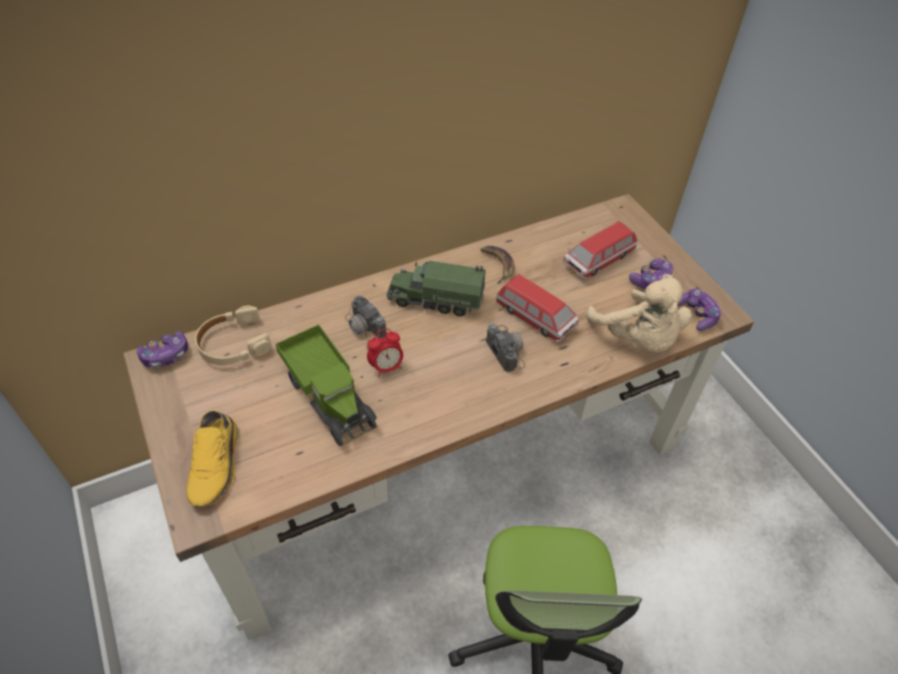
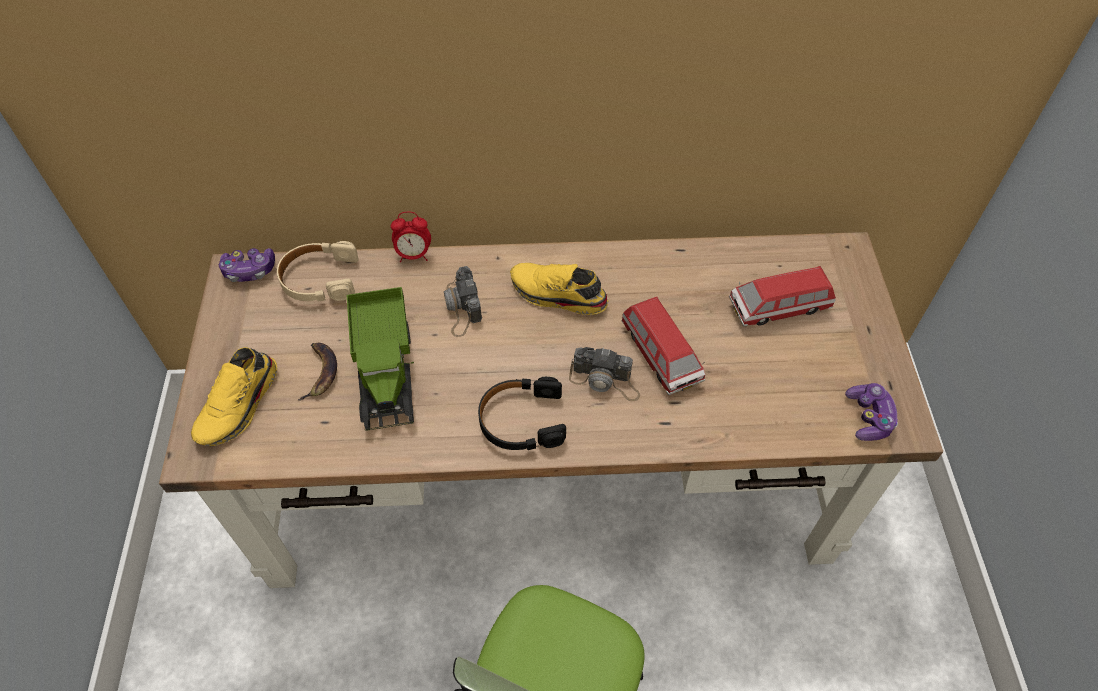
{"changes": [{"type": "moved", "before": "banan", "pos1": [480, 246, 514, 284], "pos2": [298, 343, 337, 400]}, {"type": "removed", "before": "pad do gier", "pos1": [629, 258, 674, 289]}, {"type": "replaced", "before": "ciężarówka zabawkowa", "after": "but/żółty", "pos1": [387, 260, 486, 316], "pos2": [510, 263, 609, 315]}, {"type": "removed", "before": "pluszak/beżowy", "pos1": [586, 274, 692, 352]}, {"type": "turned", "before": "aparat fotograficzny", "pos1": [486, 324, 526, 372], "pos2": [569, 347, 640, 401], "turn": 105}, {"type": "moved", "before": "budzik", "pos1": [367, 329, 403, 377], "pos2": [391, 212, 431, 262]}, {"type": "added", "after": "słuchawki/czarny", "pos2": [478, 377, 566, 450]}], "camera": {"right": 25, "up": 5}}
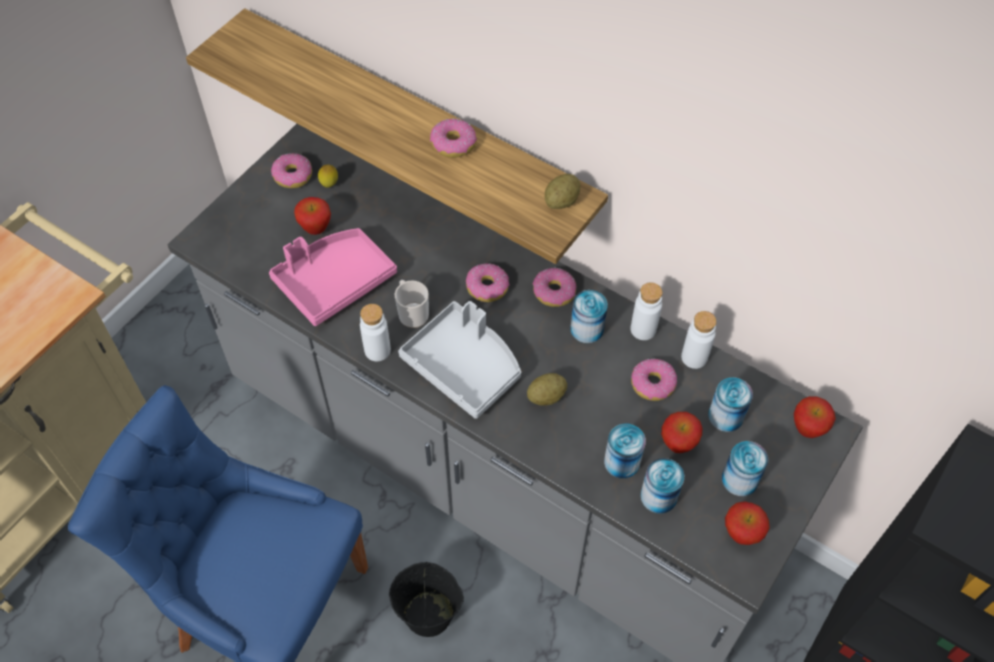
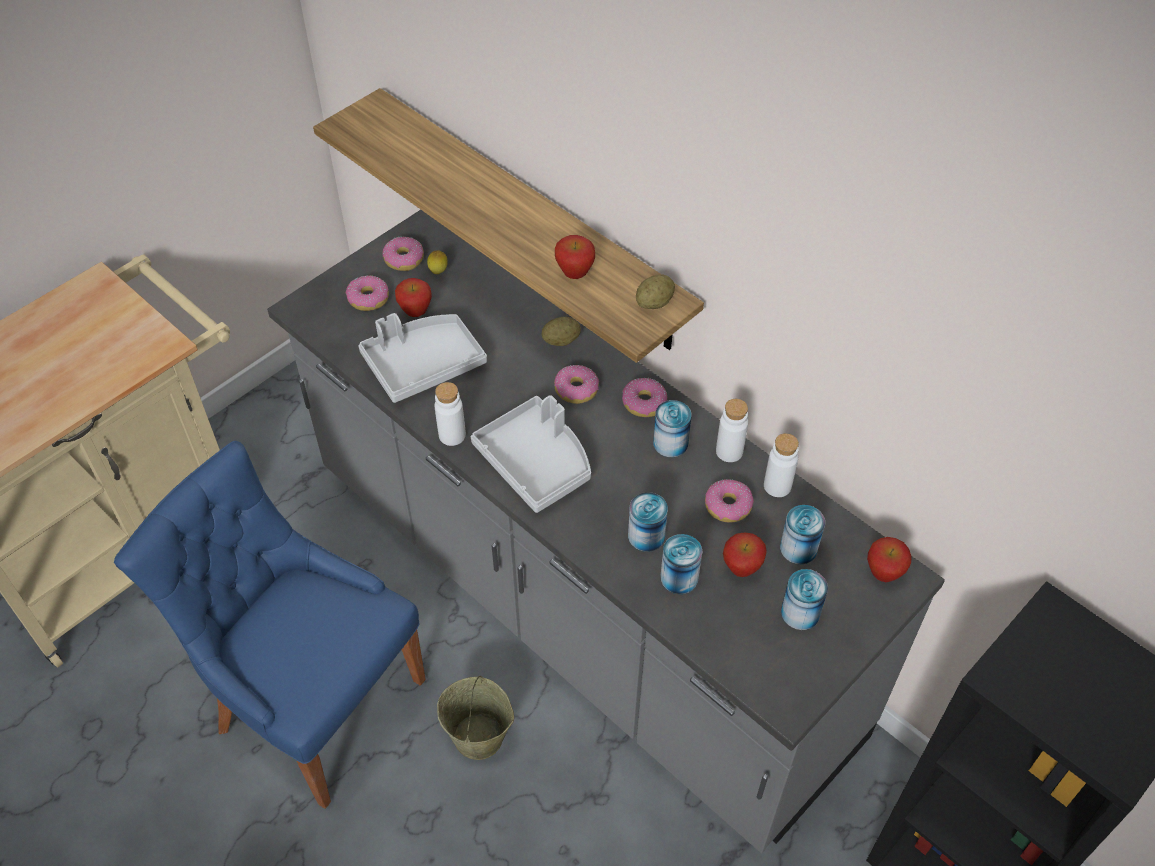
{"changes": [{"type": "moved", "before": "donut", "pos1": [430, 119, 477, 158], "pos2": [346, 275, 389, 311]}, {"type": "recoloured", "before": "taca/różowy", "after": "taca/szary", "pos1": [269, 228, 397, 326], "pos2": [358, 313, 487, 403]}, {"type": "removed", "before": "kubek", "pos1": [395, 280, 429, 328]}, {"type": "moved", "before": "ziemniak", "pos1": [527, 373, 567, 406], "pos2": [542, 317, 581, 346]}, {"type": "moved", "before": "puszka", "pos1": [640, 458, 684, 514], "pos2": [628, 492, 668, 552]}, {"type": "moved", "before": "jabłko", "pos1": [725, 501, 770, 545], "pos2": [555, 235, 595, 279]}, {"type": "recoloured", "before": "wiadro/czarny", "after": "wiadro/beżowy", "pos1": [389, 561, 464, 637], "pos2": [437, 676, 514, 760]}], "camera": {"right": 10, "up": -5}}
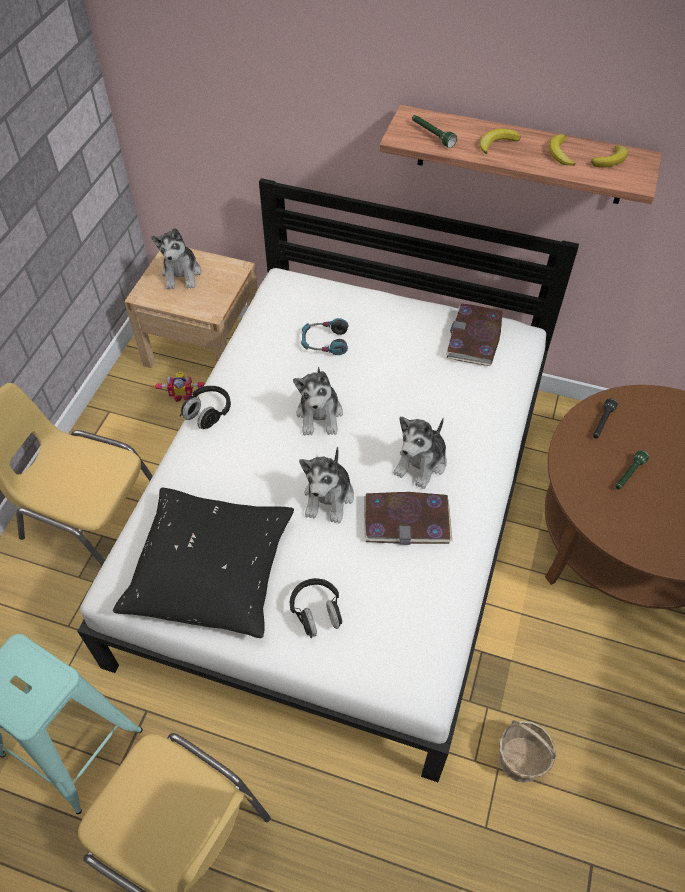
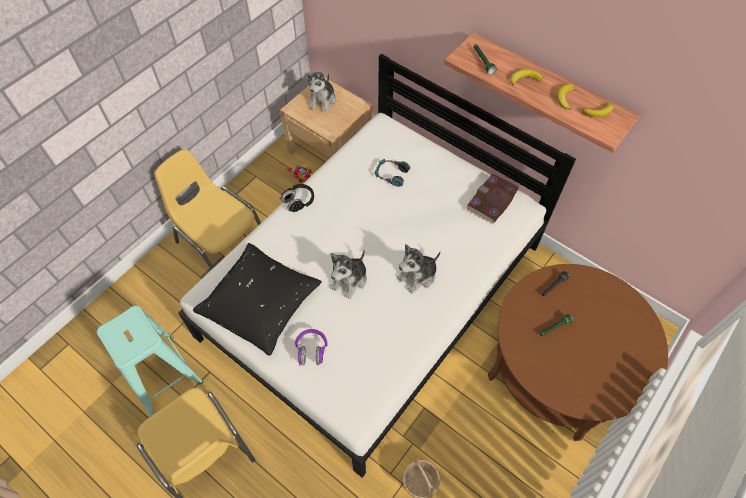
{"changes": [{"type": "removed", "before": "pluszak", "pos1": [293, 367, 343, 435]}, {"type": "removed", "before": "książka", "pos1": [364, 492, 452, 545]}, {"type": "recoloured", "before": "słuchawki/czarny", "after": "słuchawki/fioletowy", "pos1": [290, 578, 342, 638], "pos2": [295, 329, 328, 366]}], "camera": {"right": 20, "up": 5}}
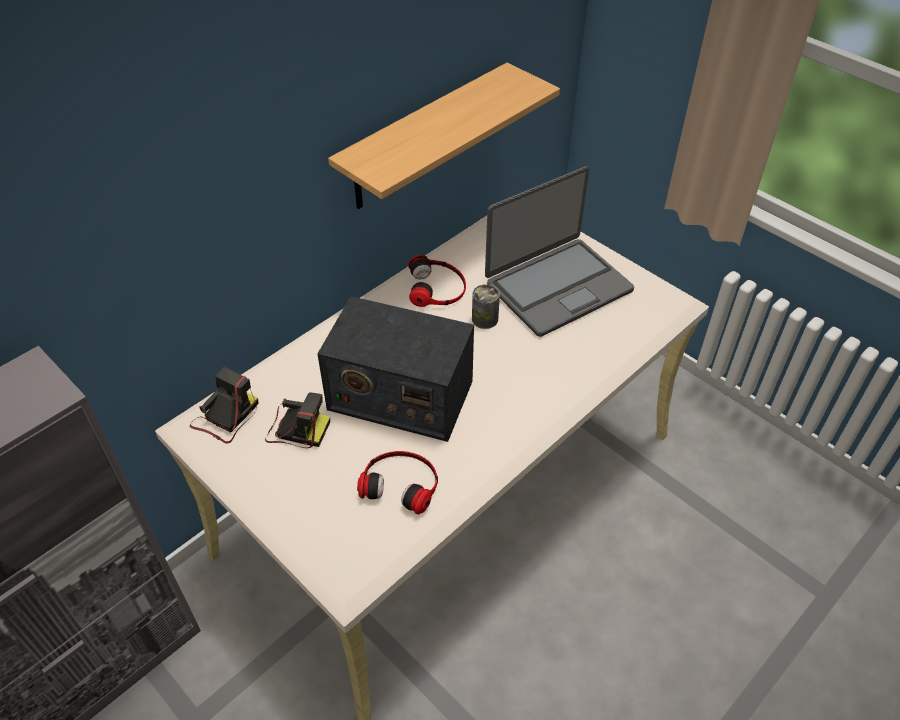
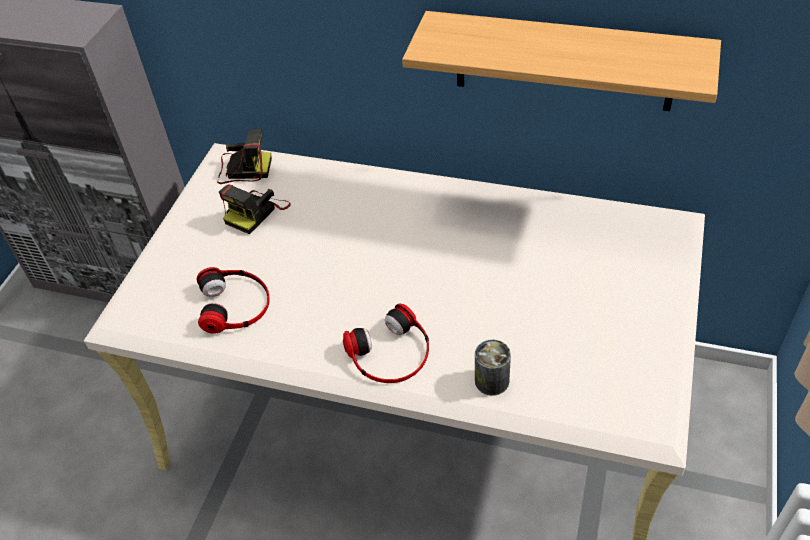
{"changes": [{"type": "removed", "before": "laptop", "pos1": [485, 166, 634, 337]}, {"type": "moved", "before": "słuchawki", "pos1": [408, 255, 466, 307], "pos2": [343, 304, 429, 383]}, {"type": "moved", "before": "puszka", "pos1": [472, 284, 500, 329], "pos2": [475, 340, 511, 396]}, {"type": "removed", "before": "radio", "pos1": [317, 296, 474, 442]}, {"type": "turned", "before": "aparat fotograficzny", "pos1": [265, 393, 330, 448], "pos2": [219, 185, 291, 234], "turn": 45}], "camera": {"right": 65, "up": 0}}
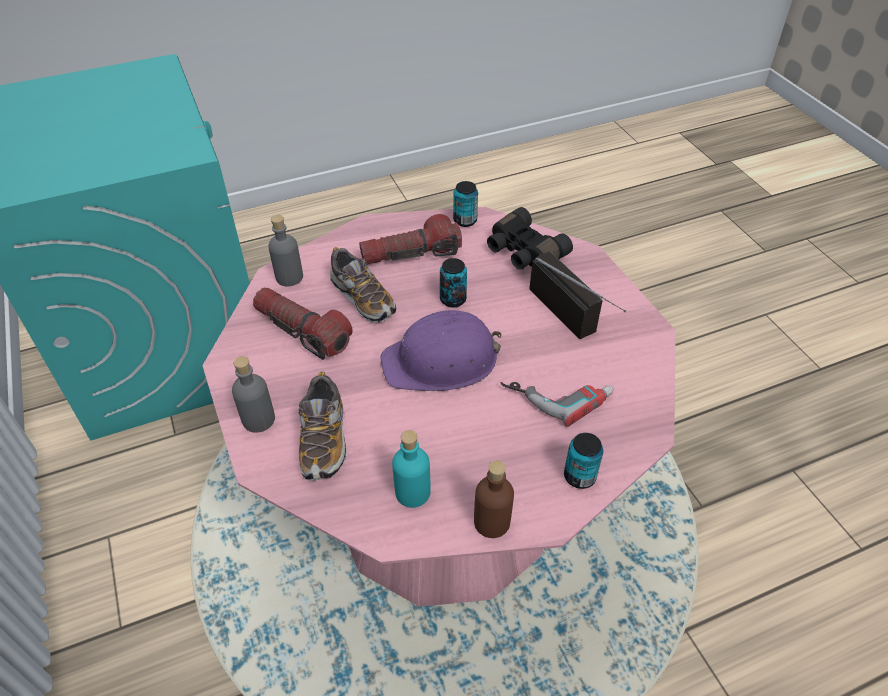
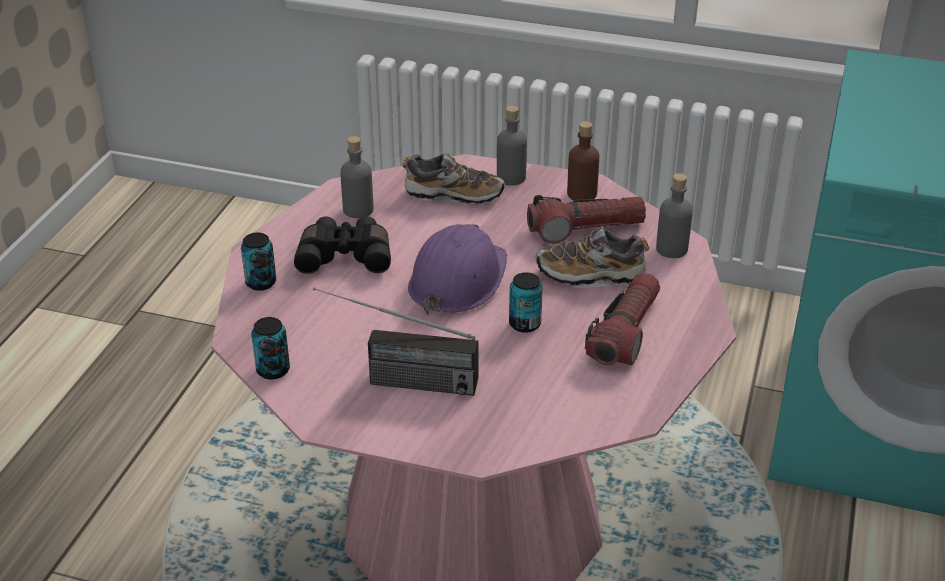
{"changes": [{"type": "moved", "before": "puszka", "pos1": [453, 181, 478, 227], "pos2": [251, 317, 290, 380]}, {"type": "moved", "before": "lornetka/czarny", "pos1": [487, 207, 573, 270], "pos2": [294, 216, 391, 274]}, {"type": "turned", "before": "but", "pos1": [298, 372, 347, 481], "pos2": [403, 153, 505, 205], "turn": 150}, {"type": "removed", "before": "wiertarka", "pos1": [500, 382, 614, 427]}, {"type": "recoloured", "before": "butelka/turkusowy", "after": "butelka/szary", "pos1": [392, 430, 431, 508], "pos2": [340, 136, 373, 218]}, {"type": "moved", "before": "butelka/brązowy", "pos1": [474, 460, 514, 538], "pos2": [567, 121, 599, 200]}], "camera": {"right": 130, "up": -10}}
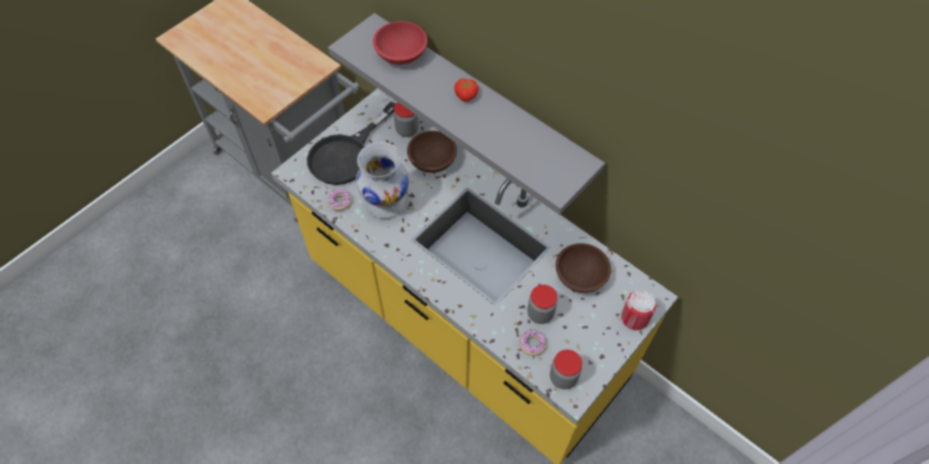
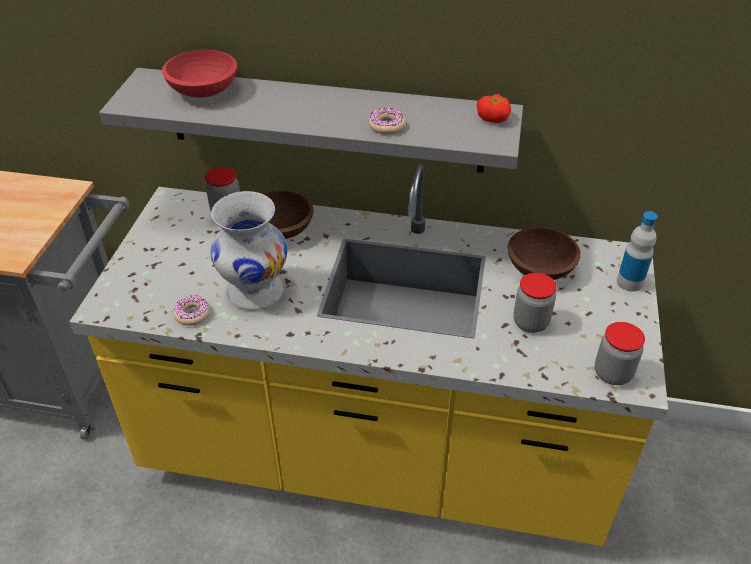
{"changes": [{"type": "moved", "before": "pomidor", "pos1": [454, 78, 479, 102], "pos2": [477, 94, 511, 123]}, {"type": "removed", "before": "patelnia/czarny", "pos1": [307, 102, 395, 185]}, {"type": "replaced", "before": "puszka", "after": "butelka", "pos1": [621, 290, 656, 331], "pos2": [617, 211, 658, 292]}, {"type": "moved", "before": "donut", "pos1": [519, 330, 547, 356], "pos2": [368, 108, 406, 134]}], "camera": {"right": -30, "up": -15}}
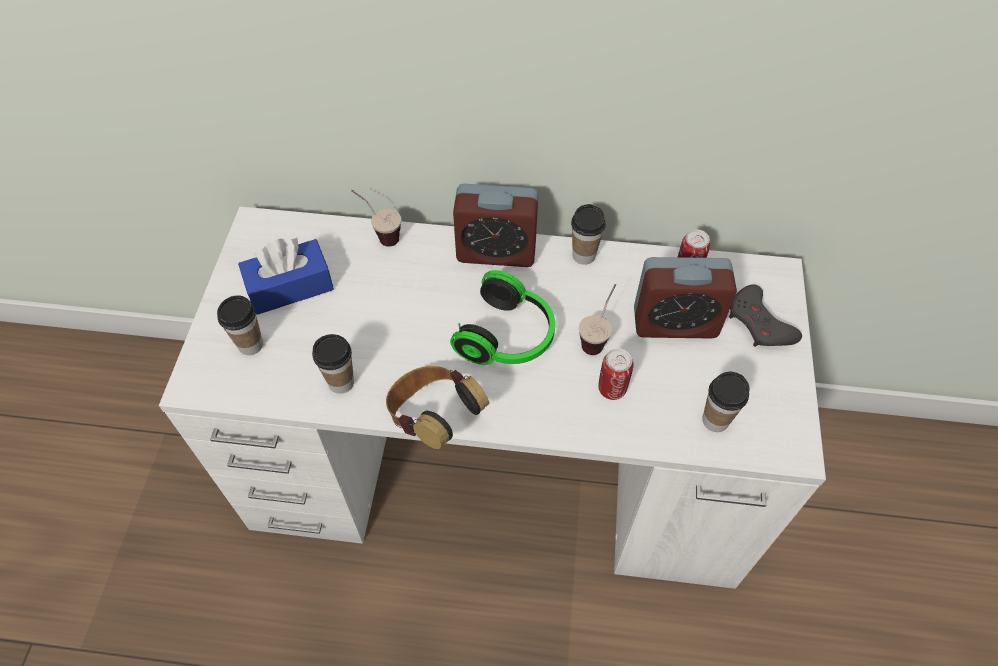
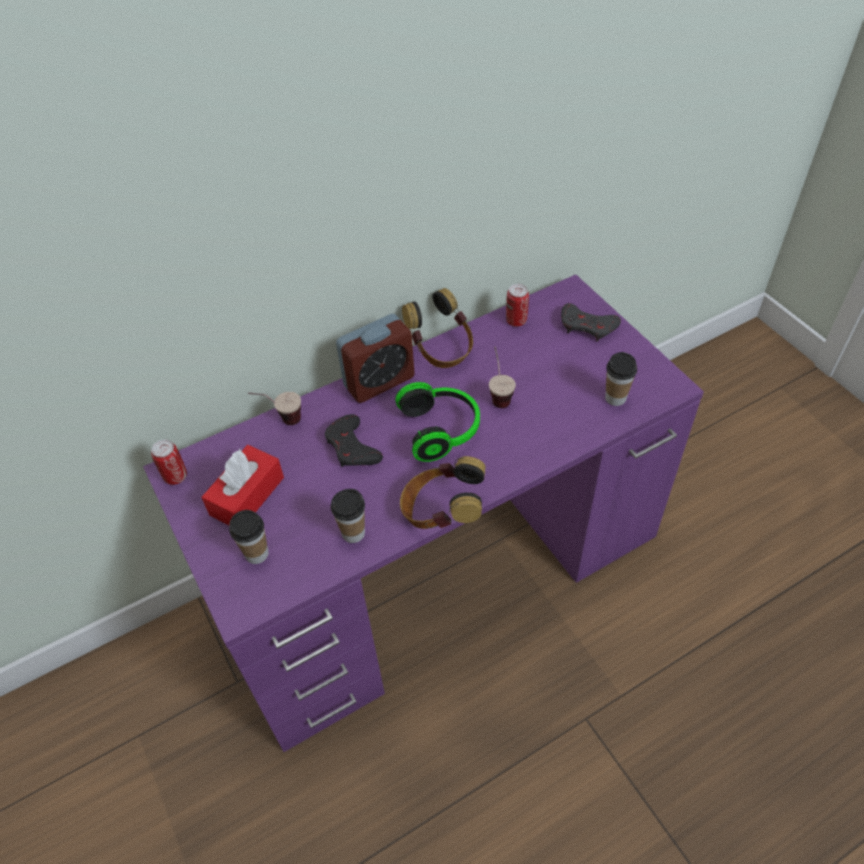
{"changes": [{"type": "replaced", "before": "filiżanka", "after": "słuchawki", "pos1": [571, 204, 606, 265], "pos2": [402, 288, 473, 368]}, {"type": "recoloured", "before": "biurko/biały", "after": "biurko/fioletowy", "pos1": [159, 206, 826, 589], "pos2": [143, 274, 704, 752]}, {"type": "recoloured", "before": "pudełko chusteczek/niebieski", "after": "pudełko chusteczek/czerwony", "pos1": [238, 238, 334, 315], "pos2": [202, 445, 284, 526]}, {"type": "removed", "before": "budzik", "pos1": [634, 257, 737, 339]}, {"type": "moved", "before": "puszka", "pos1": [598, 348, 634, 400], "pos2": [151, 439, 187, 485]}, {"type": "added", "after": "pad do gier/czarny", "pos2": [325, 414, 383, 467]}], "camera": {"right": -35, "up": -5}}
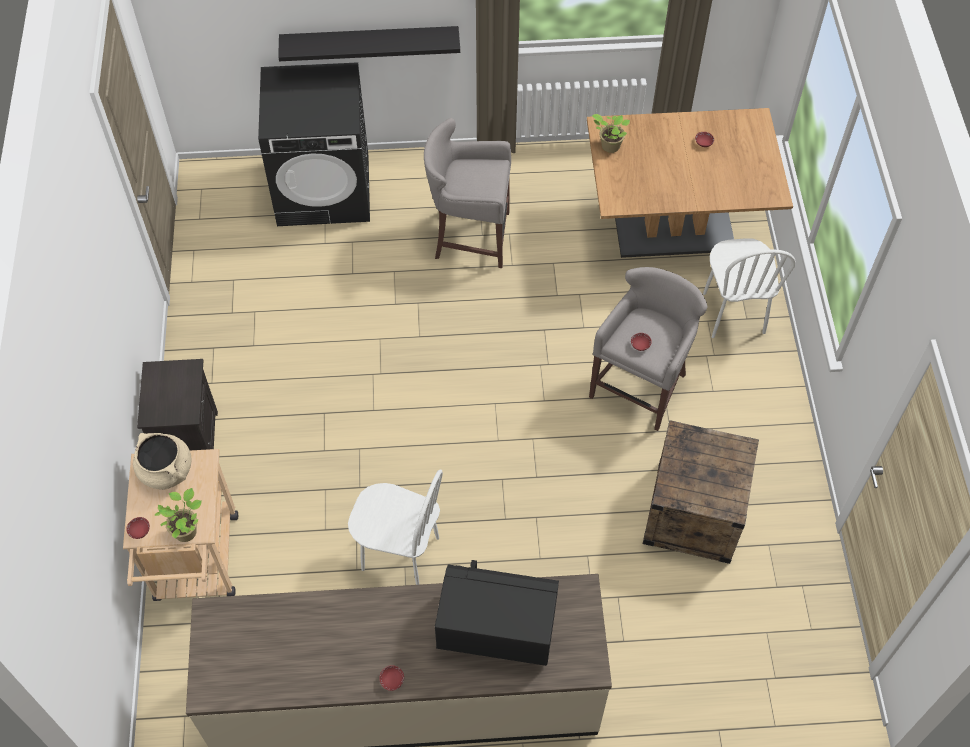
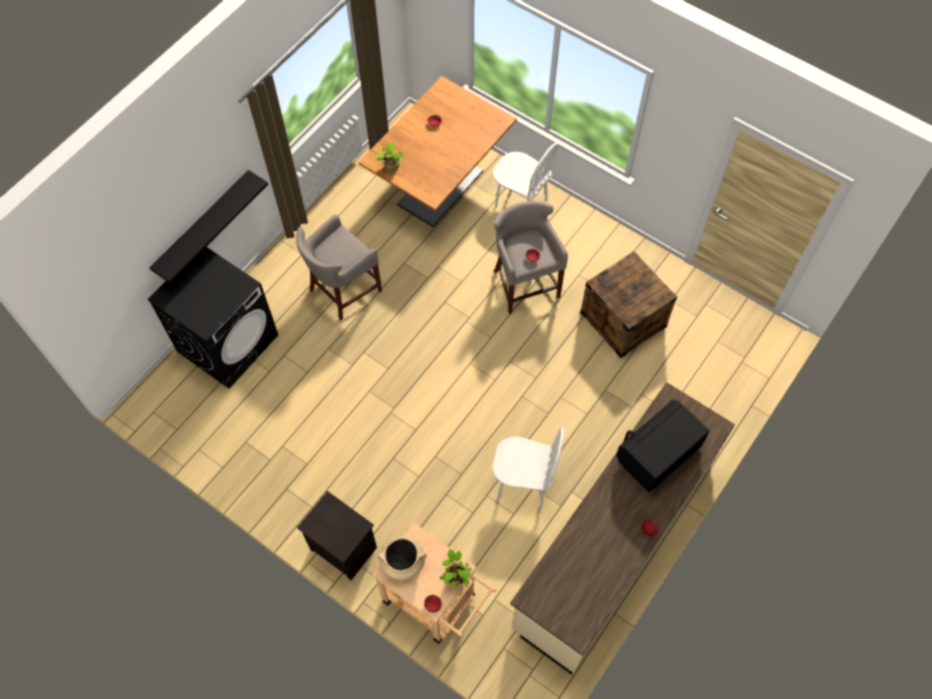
{"changes": [{"type": "turned", "before": "krzesło/biały", "pos1": [348, 469, 443, 585], "pos2": [493, 428, 564, 509], "turn": 45}], "camera": {"right": -50, "up": 5}}
